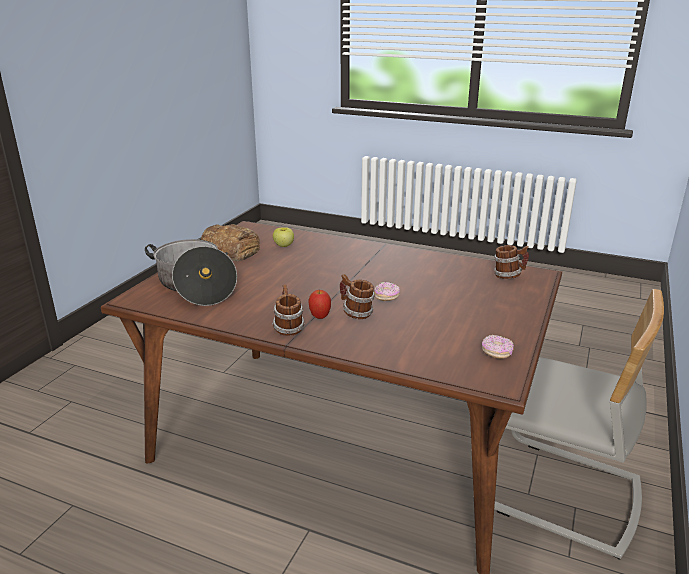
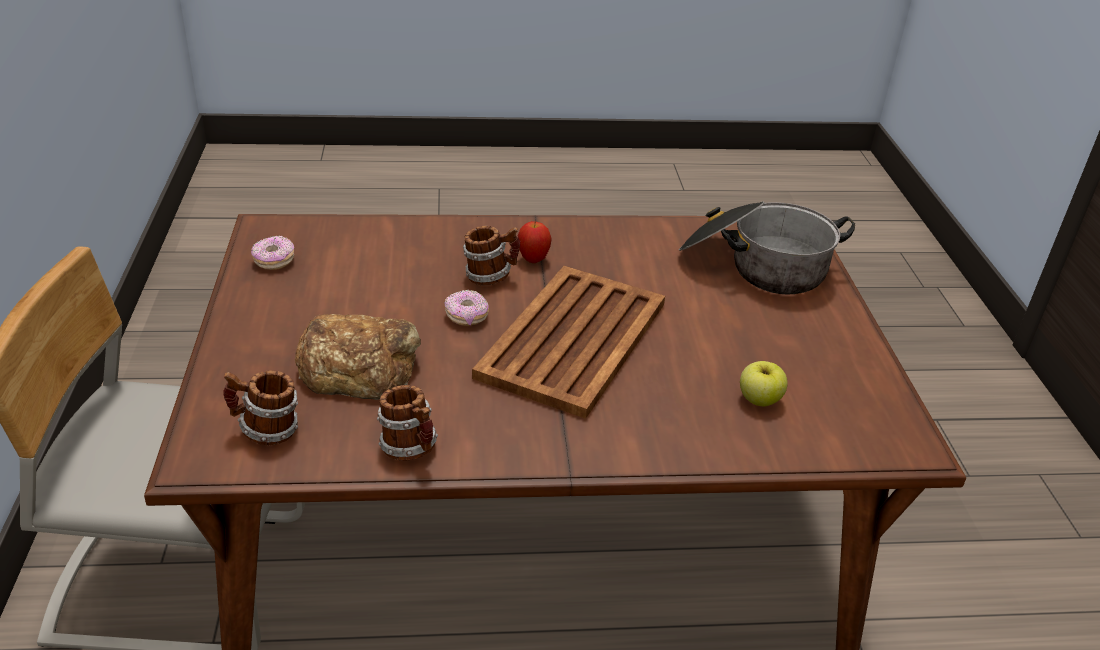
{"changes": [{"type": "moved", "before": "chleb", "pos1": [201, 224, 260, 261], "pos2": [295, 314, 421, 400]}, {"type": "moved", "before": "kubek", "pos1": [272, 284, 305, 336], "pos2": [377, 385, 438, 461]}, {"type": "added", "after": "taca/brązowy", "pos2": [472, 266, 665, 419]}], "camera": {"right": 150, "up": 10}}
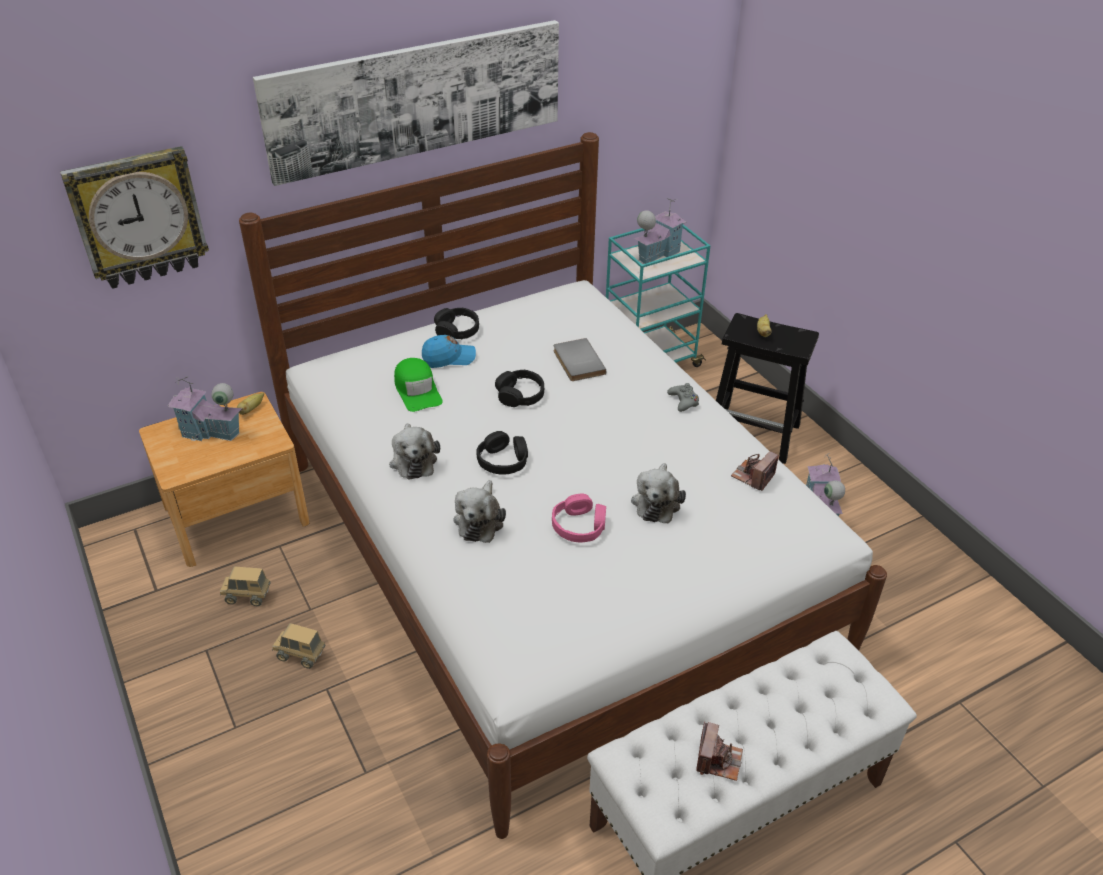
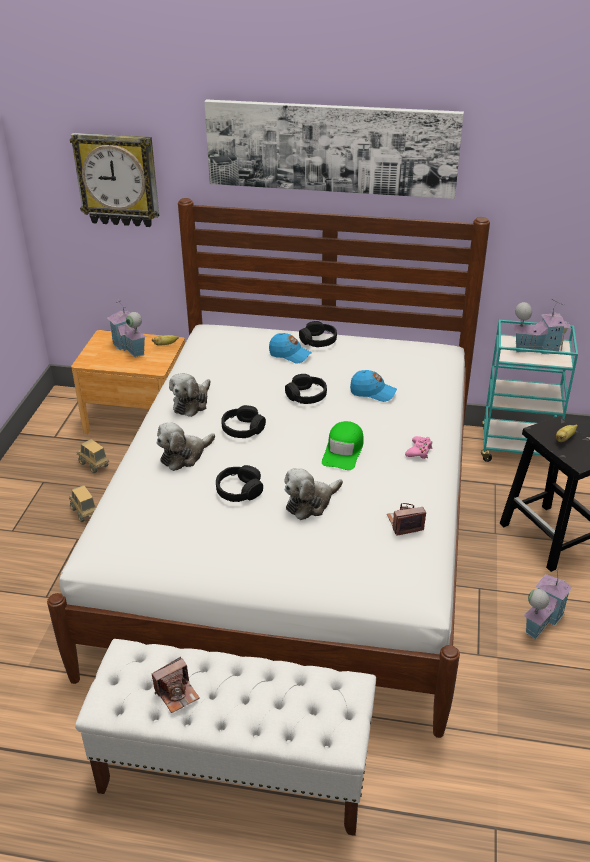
{"changes": [{"type": "replaced", "before": "książka/szary", "after": "czapka z daszkiem/niebieski", "pos1": [554, 338, 606, 381], "pos2": [350, 370, 397, 402]}, {"type": "moved", "before": "czapka z daszkiem/zielony", "pos1": [394, 358, 443, 412], "pos2": [322, 421, 364, 470]}, {"type": "recoloured", "before": "pad do gier/szary", "after": "pad do gier/różowy", "pos1": [667, 383, 699, 412], "pos2": [405, 436, 432, 459]}, {"type": "recoloured", "before": "słuchawki/różowy", "after": "słuchawki/czarny", "pos1": [552, 494, 606, 542], "pos2": [216, 465, 263, 502]}], "camera": {"right": 40, "up": -5}}
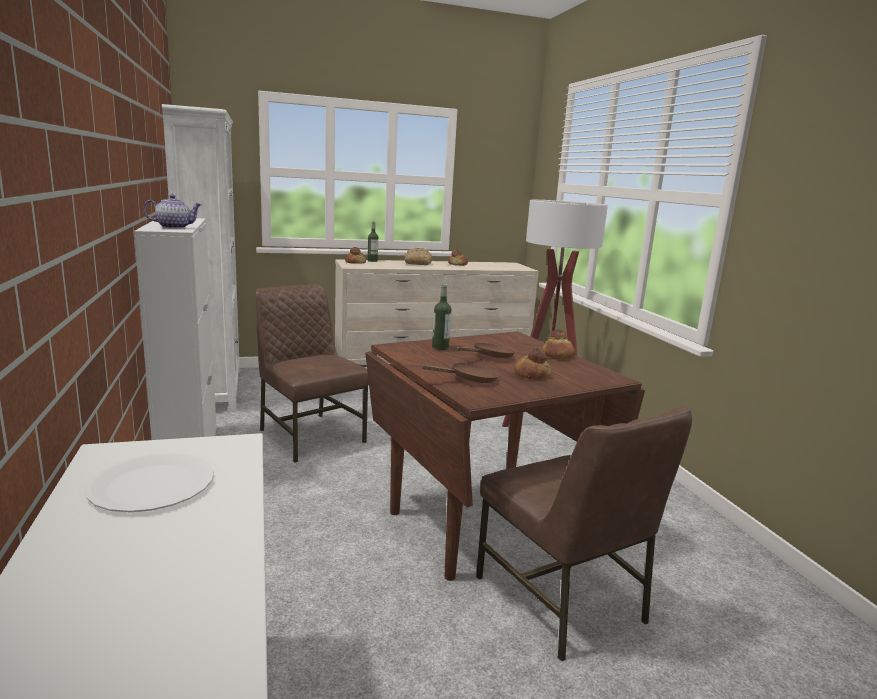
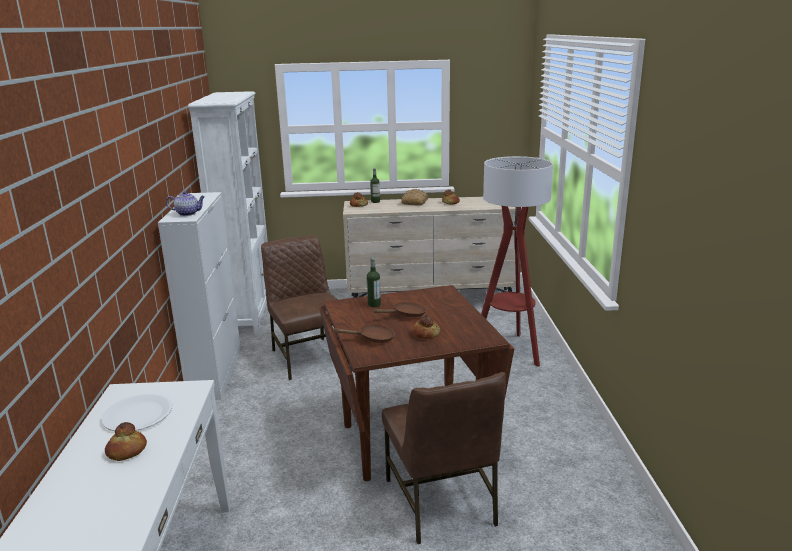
{"changes": [{"type": "moved", "before": "chleb", "pos1": [542, 329, 575, 359], "pos2": [105, 422, 147, 461]}], "camera": {"right": 15, "up": 5}}
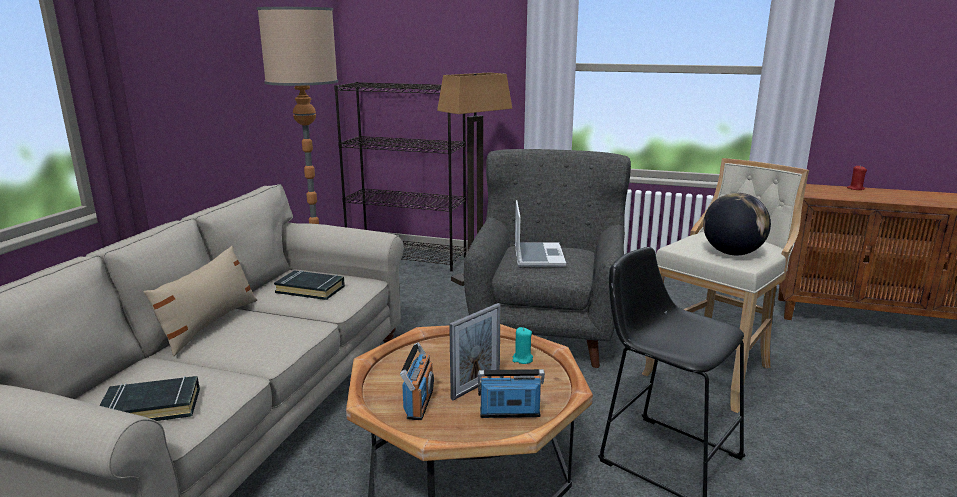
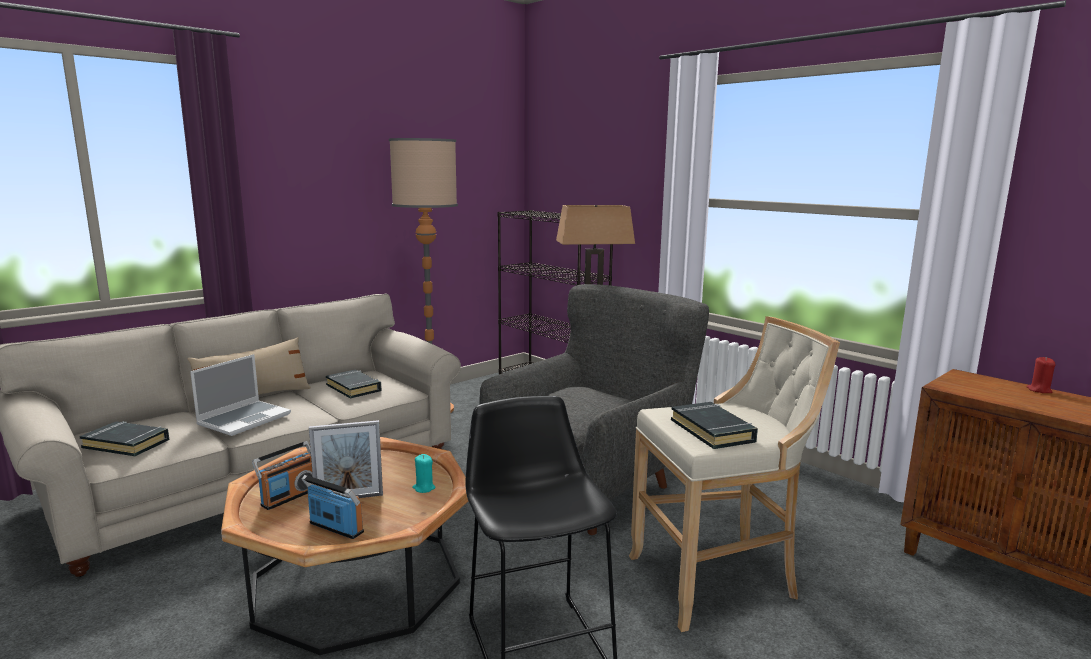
{"changes": [{"type": "replaced", "before": "globus", "after": "książka/czarny", "pos1": [703, 193, 771, 255], "pos2": [671, 402, 758, 449]}, {"type": "moved", "before": "laptop", "pos1": [515, 200, 566, 267], "pos2": [190, 354, 291, 436]}], "camera": {"right": 30, "up": -5}}
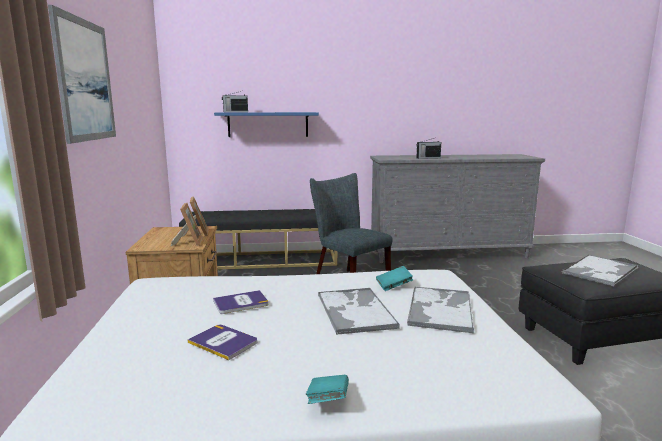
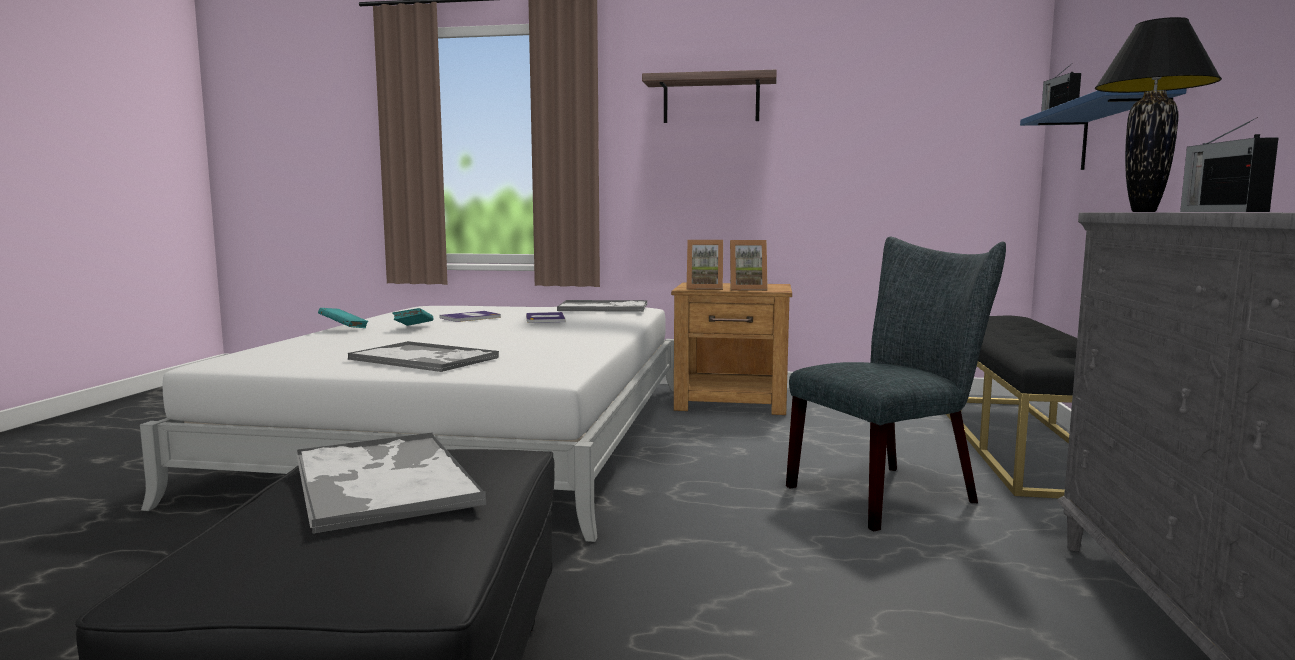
{"changes": [{"type": "replaced", "before": "obraz", "after": "półka", "pos1": [48, 5, 116, 144], "pos2": [642, 70, 777, 123]}, {"type": "moved", "before": "książka/turkusowy", "pos1": [376, 266, 413, 291], "pos2": [392, 308, 434, 326]}, {"type": "moved", "before": "taca", "pos1": [318, 288, 400, 335], "pos2": [557, 300, 647, 312]}, {"type": "added", "after": "lampa stołowa/czarny", "pos2": [1095, 17, 1222, 212]}], "camera": {"right": 105, "up": -5}}
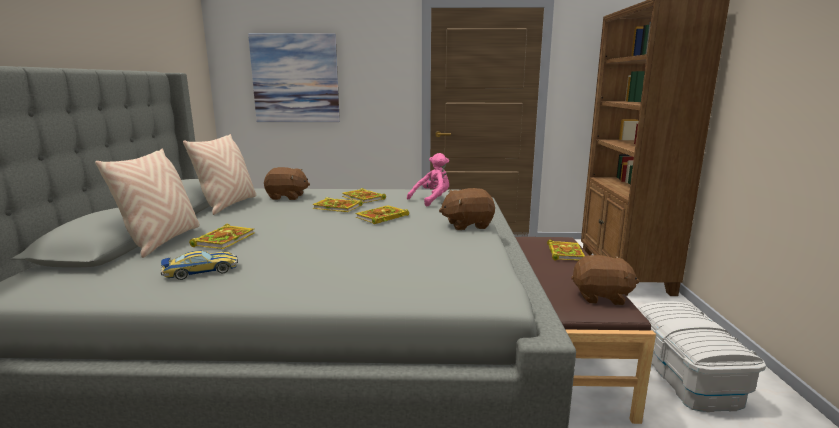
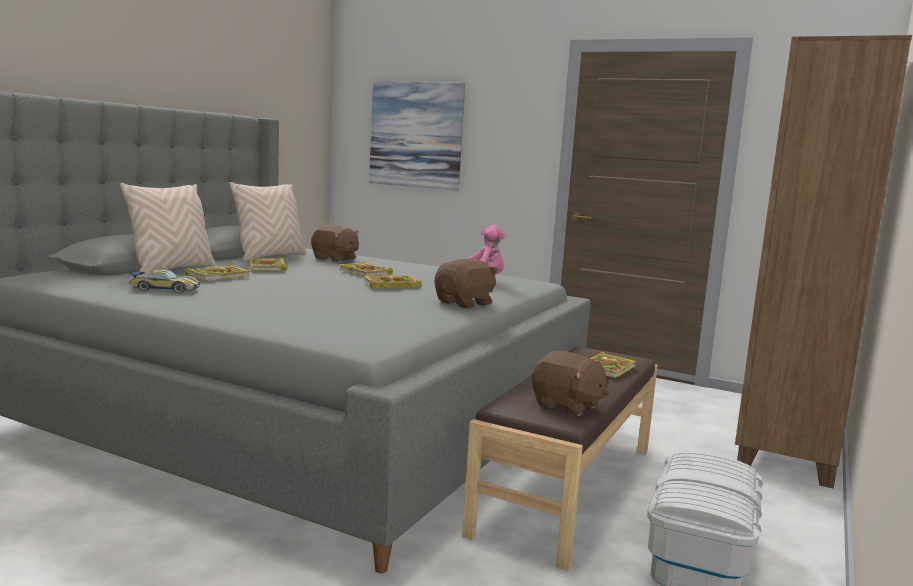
{"changes": [{"type": "moved", "before": "książka", "pos1": [342, 188, 386, 203], "pos2": [250, 257, 288, 271]}, {"type": "turned", "before": "pluszak/brązowy", "pos1": [439, 188, 495, 230], "pos2": [435, 259, 498, 308], "turn": 120}], "camera": {"right": 25, "up": -5}}
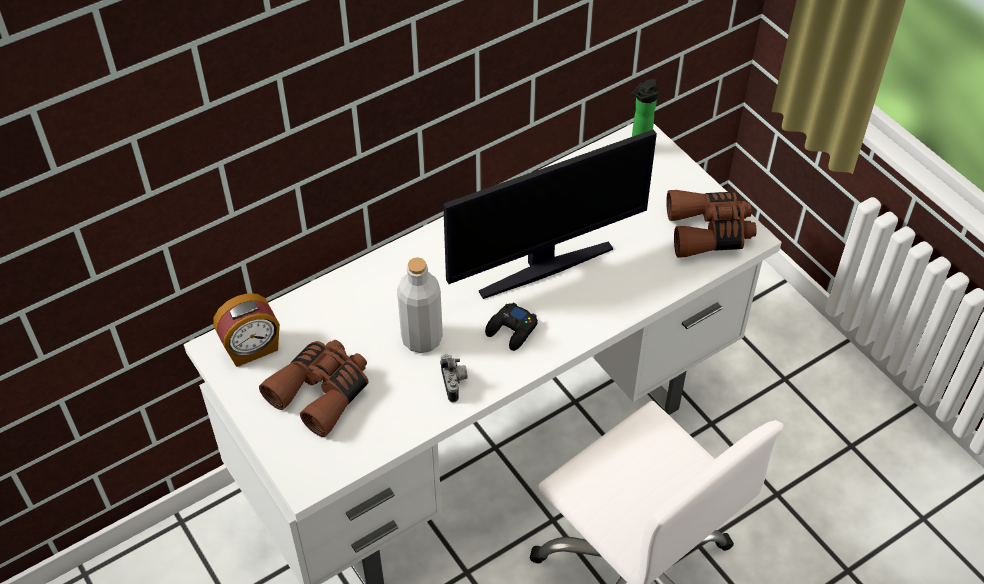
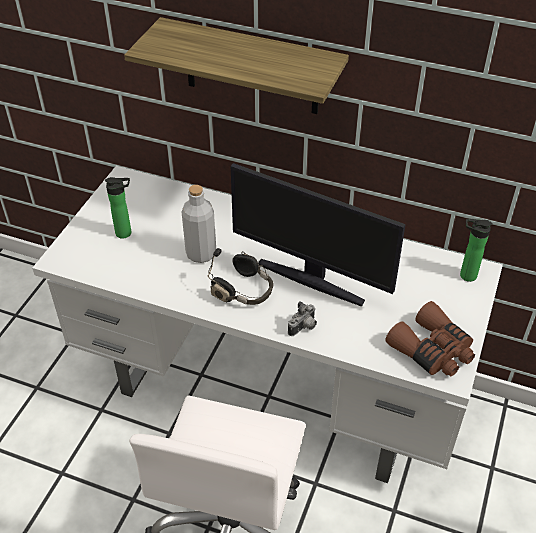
{"changes": [{"type": "removed", "before": "budzik", "pos1": [213, 293, 280, 367]}, {"type": "replaced", "before": "pad do gier/czarny", "after": "słuchawki/czarny", "pos1": [485, 302, 538, 351], "pos2": [207, 248, 274, 305]}, {"type": "replaced", "before": "lornetka/brązowy", "after": "butelka", "pos1": [259, 340, 369, 437], "pos2": [105, 177, 131, 239]}, {"type": "moved", "before": "aparat fotograficzny", "pos1": [440, 354, 468, 403], "pos2": [288, 301, 317, 336]}, {"type": "added", "after": "półka", "pos2": [124, 17, 349, 114]}], "camera": {"right": 55, "up": -5}}
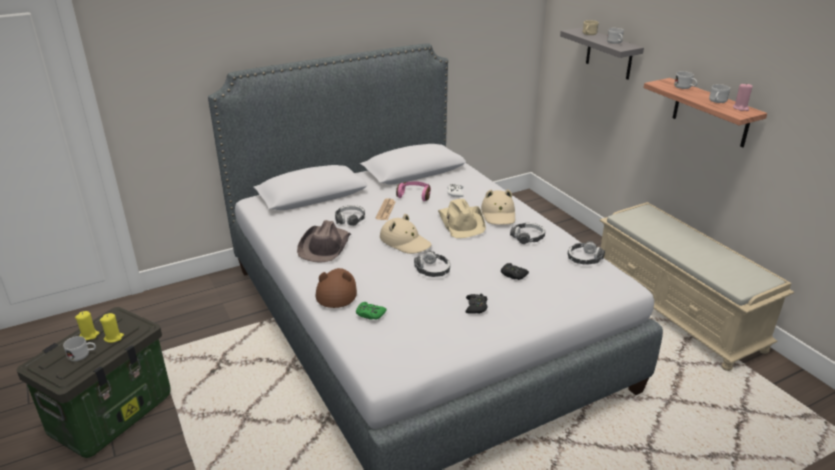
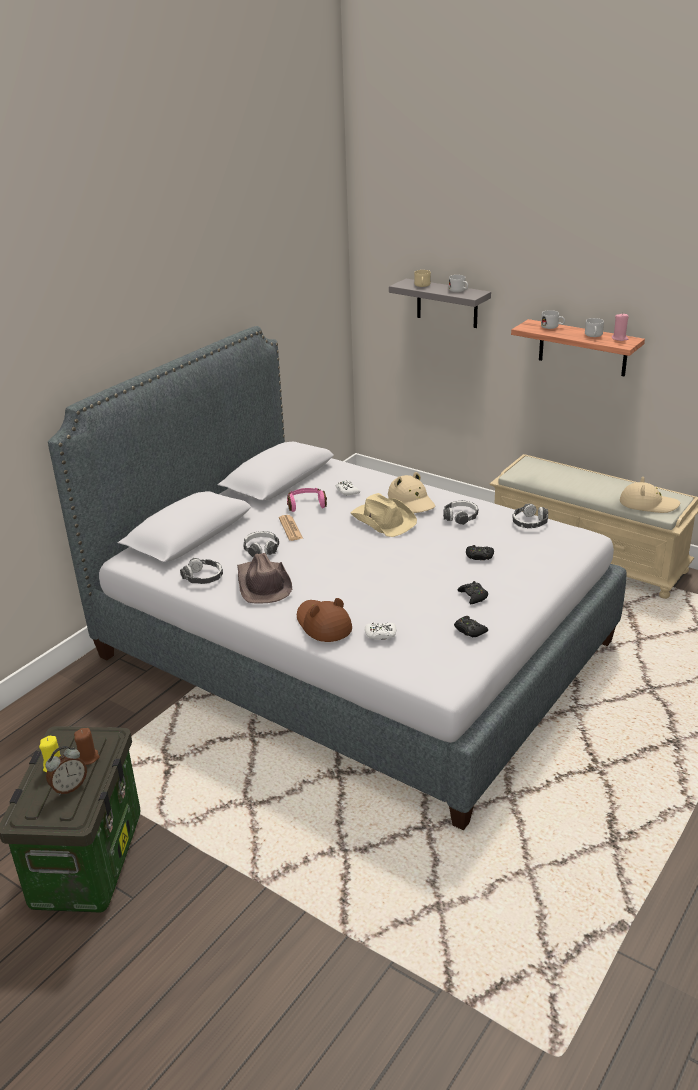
{"changes": [{"type": "moved", "before": "kapelusz/beżowy", "pos1": [380, 214, 432, 254], "pos2": [620, 477, 680, 513]}, {"type": "moved", "before": "słuchawki", "pos1": [414, 251, 450, 277], "pos2": [180, 558, 223, 584]}, {"type": "recoloured", "before": "pad do gier/zielony", "after": "pad do gier/biały", "pos1": [356, 302, 386, 320], "pos2": [365, 623, 396, 640]}, {"type": "recoloured", "before": "świeca/żółty", "after": "świeca/brązowy", "pos1": [100, 313, 124, 343], "pos2": [74, 728, 100, 765]}, {"type": "replaced", "before": "kubek/biały", "after": "budzik", "pos1": [63, 336, 96, 361], "pos2": [45, 746, 87, 795]}, {"type": "added", "after": "pad do gier/czarny", "pos2": [454, 616, 488, 638]}], "camera": {"right": -25, "up": 0}}
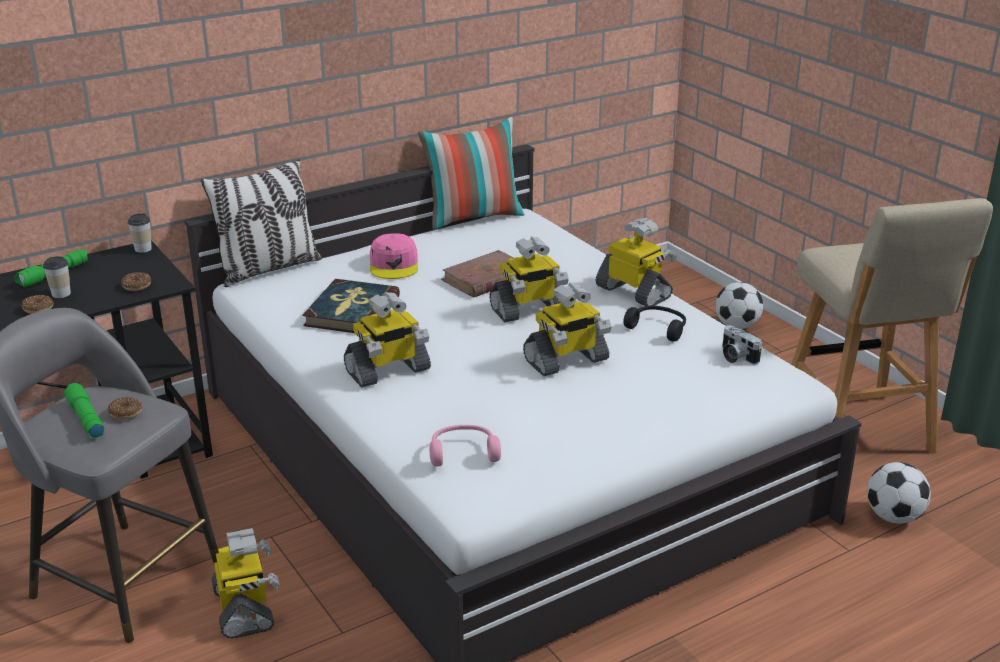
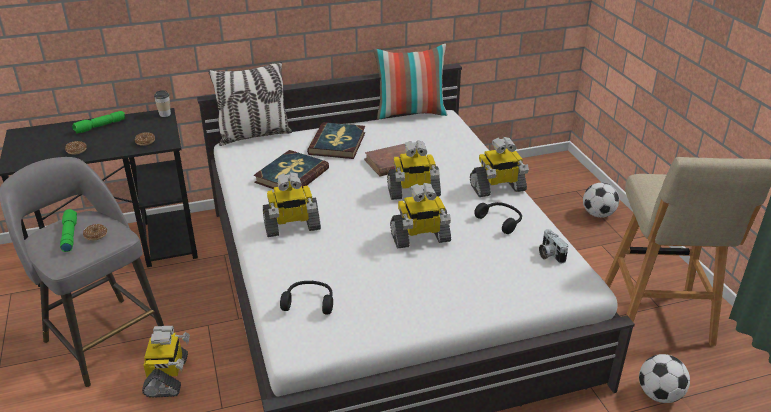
{"changes": [{"type": "turned", "before": "robot zabawkowy", "pos1": [595, 218, 677, 306], "pos2": [470, 137, 529, 197], "turn": 105}, {"type": "replaced", "before": "czapka z daszkiem/różowy", "after": "książka", "pos1": [370, 233, 418, 279], "pos2": [307, 122, 365, 159]}, {"type": "removed", "before": "filiżanka", "pos1": [43, 256, 71, 298]}, {"type": "recoloured", "before": "słuchawki/różowy", "after": "słuchawki/czarny", "pos1": [430, 425, 501, 467], "pos2": [280, 281, 333, 315]}], "camera": {"right": 15, "up": 5}}
